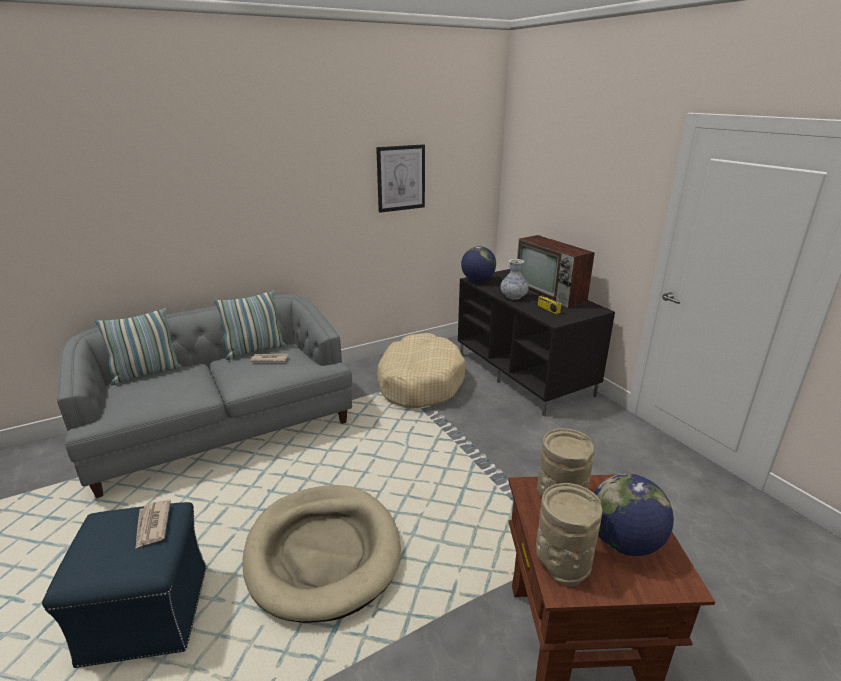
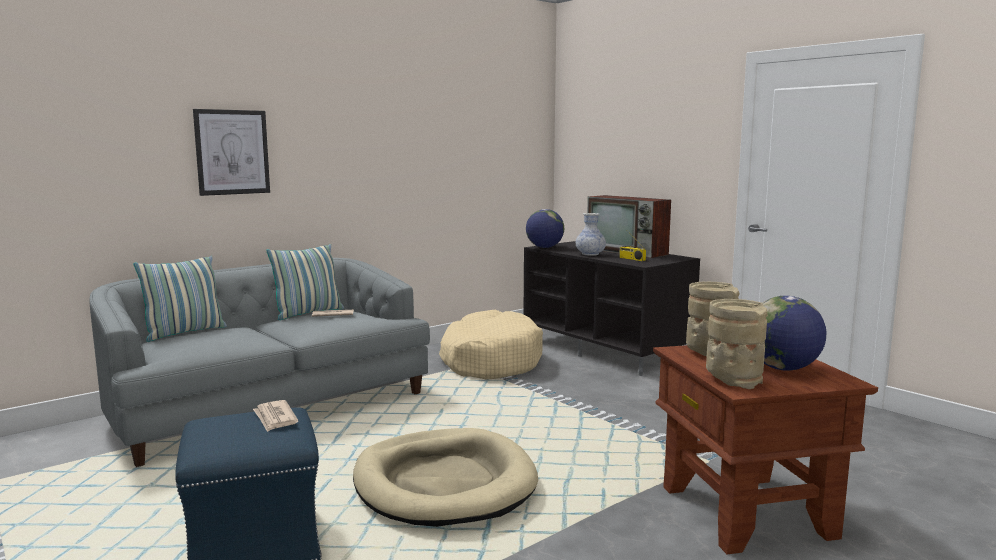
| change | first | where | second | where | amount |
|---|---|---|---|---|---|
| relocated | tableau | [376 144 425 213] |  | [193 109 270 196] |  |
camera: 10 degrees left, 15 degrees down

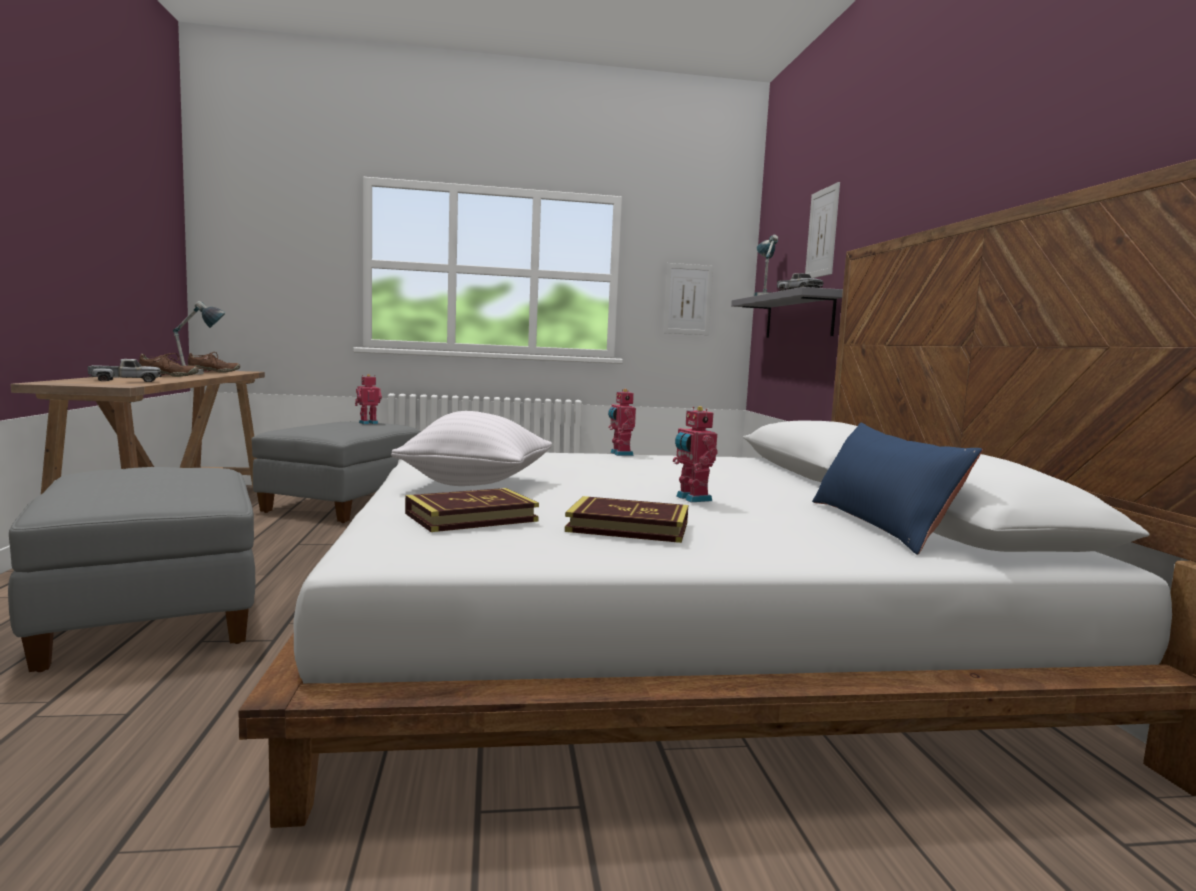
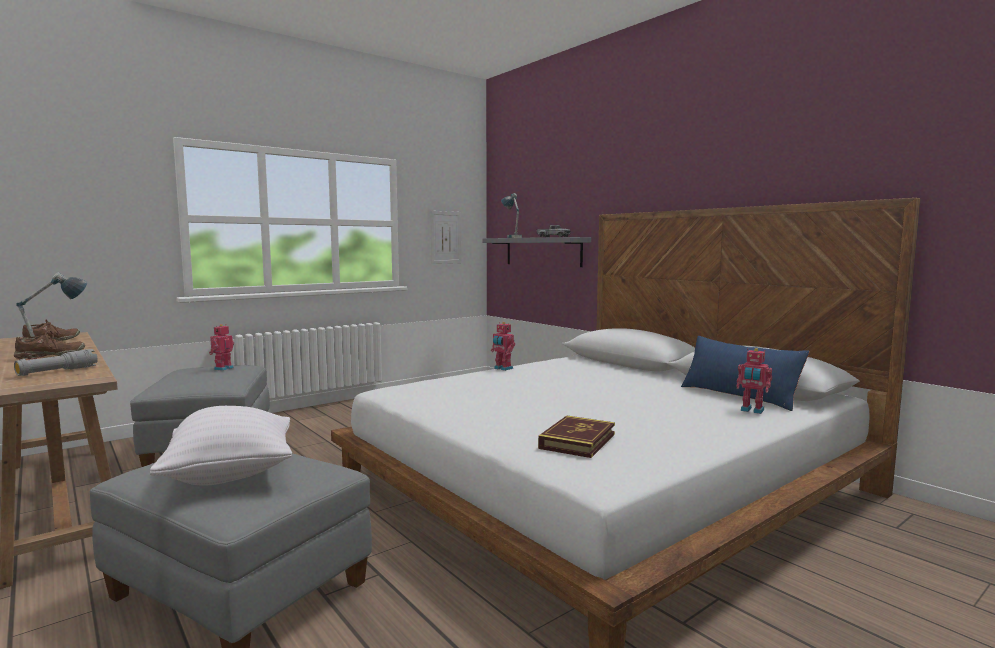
| change | first | where | second | where | amount |
|---|---|---|---|---|---|
| exchanged | camion jouet | [88 359 162 382] | lampe de poche (gris) | [14 349 98 376] |  |
| relocated | coussin (blanc) | [391 411 552 486] |  | [150 406 292 486] |  |
| relocated | robot jouet | [673 406 718 502] |  | [736 348 772 414] |  |
| missing | livre | [565 496 688 543] |  |  |  |
| missing | tableau | [805 182 840 278] |  |  |  |
camera: 30 degrees left, 0 degrees up

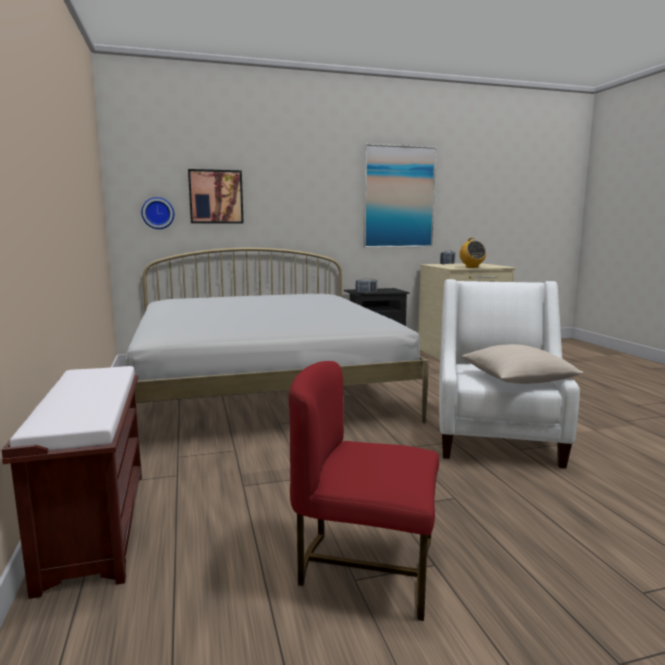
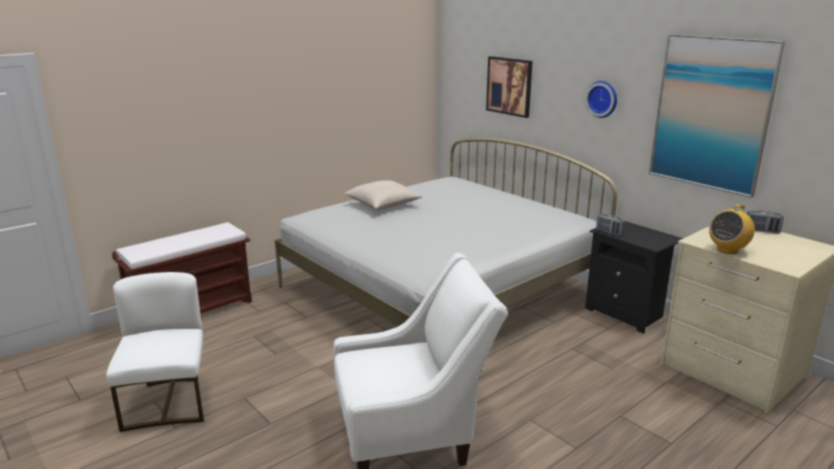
| change | first | where | second | where | amount |
|---|---|---|---|---|---|
| colour | chaise (rouge) | [289 361 439 621] | chaise (blanc) | [106 272 204 432] |  |
| relocated | coussin (beige) | [461 344 584 384] |  | [344 180 422 210] |  |
| relocated | horloge murale | [141 197 174 229] |  | [585 81 617 118] |  |
camera: 65 degrees right, 10 degrees up

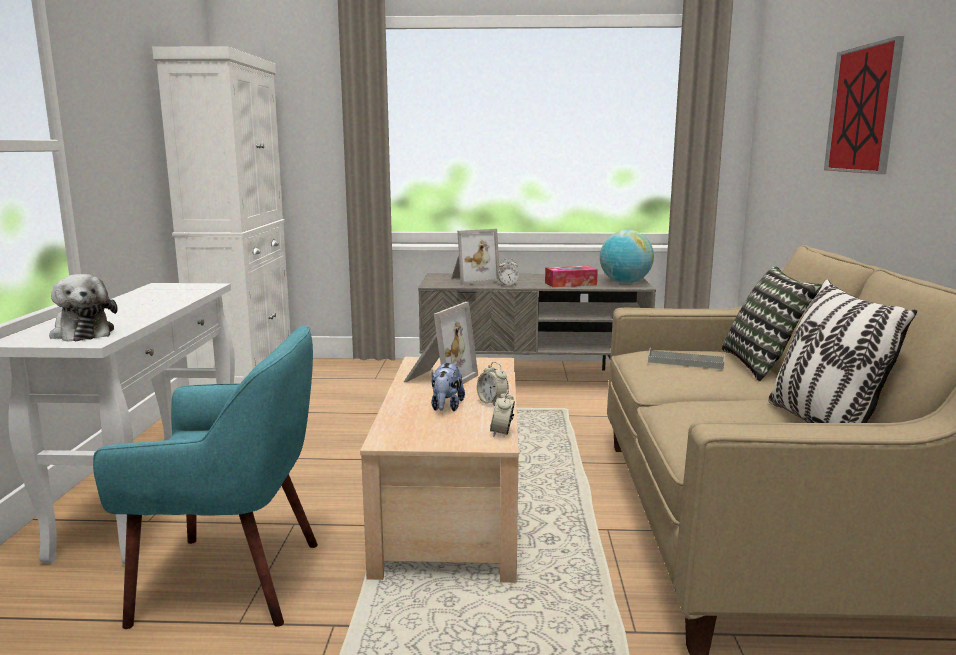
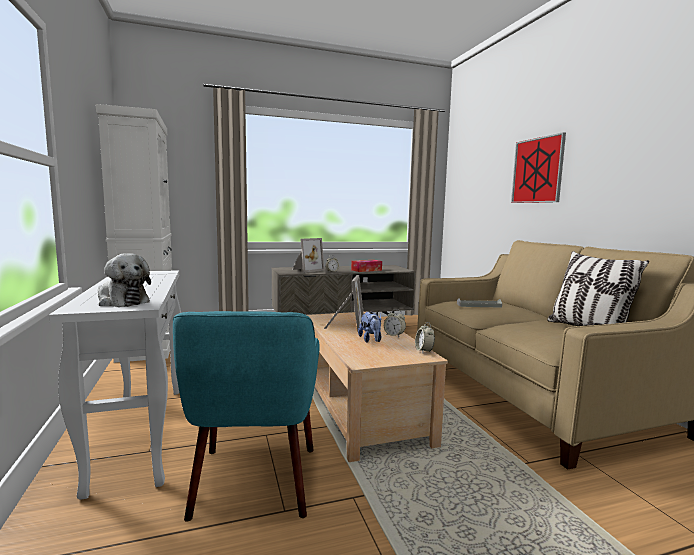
| change | first | where | second | where | amount |
|---|---|---|---|---|---|
| spun | fauteuil (turquoise) | [93 326 318 629] |  | [173 311 320 521] | 105 degrees clockwise |
| missing | globe | [600 230 654 283] |  |  |  |
| missing | coussin | [722 266 822 381] |  |  |  |
camera: 20 degrees left, 5 degrees down

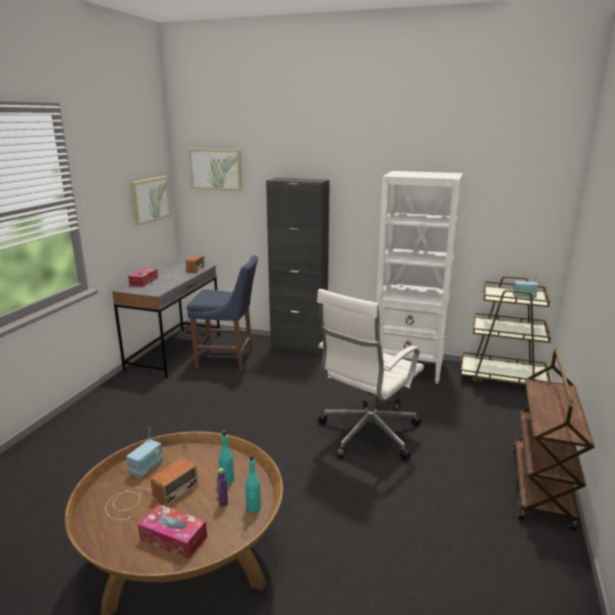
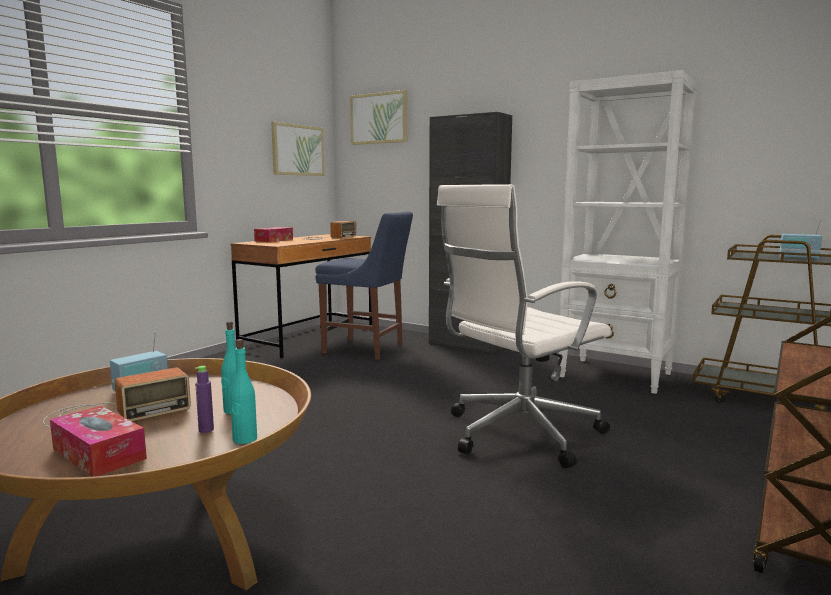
| change | first | where | second | where | amount |
|---|---|---|---|---|---|
| colour | bureau (gris) | [112 262 220 378] | bureau (marron) | [231 234 372 358] |  |
camera: 15 degrees right, 10 degrees down

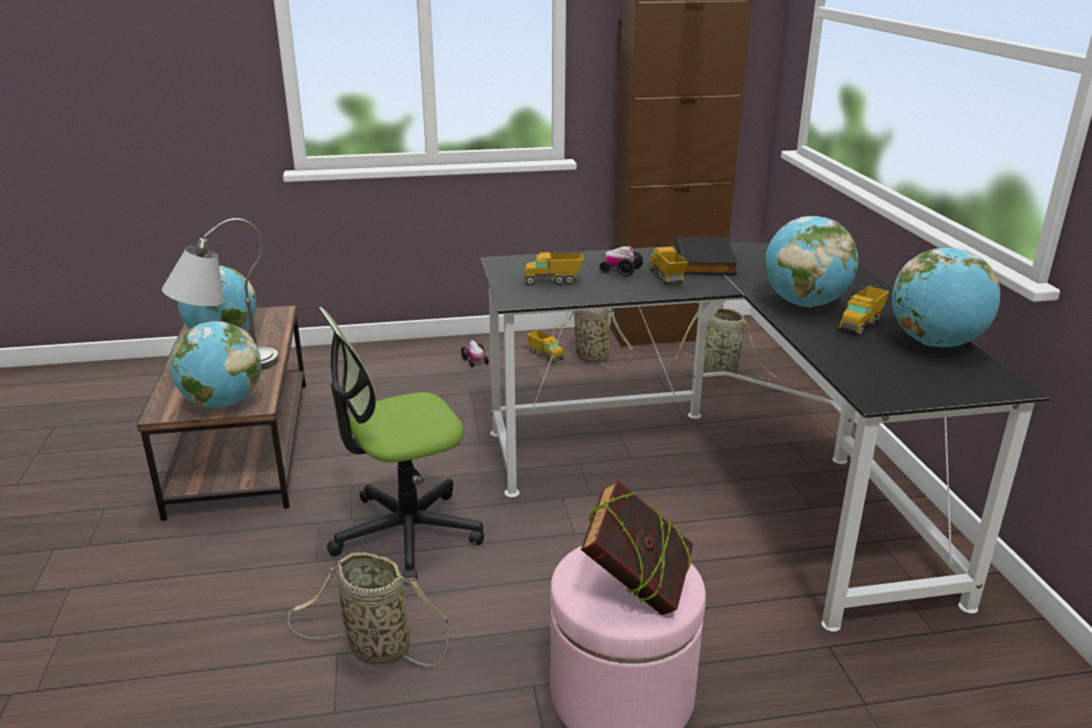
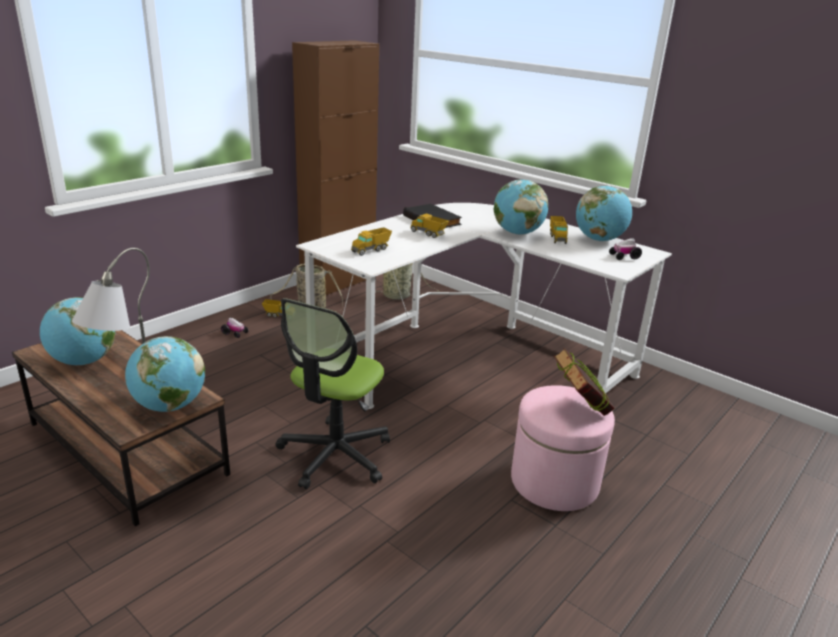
| change | first | where | second | where | amount |
|---|---|---|---|---|---|
| colour | bureau (noir) | [480 242 1049 632] | bureau (blanc) | [296 203 672 409] |  |
| relocated | petite voiture | [599 246 643 276] |  | [609 238 642 260] |  |
| missing | panier | [288 552 449 666] |  |  |  |
camera: 40 degrees left, 0 degrees up

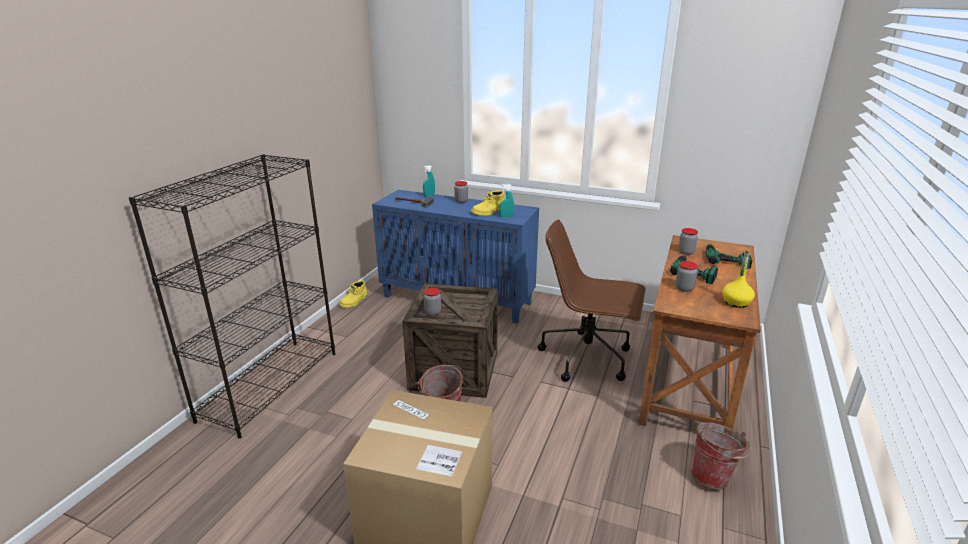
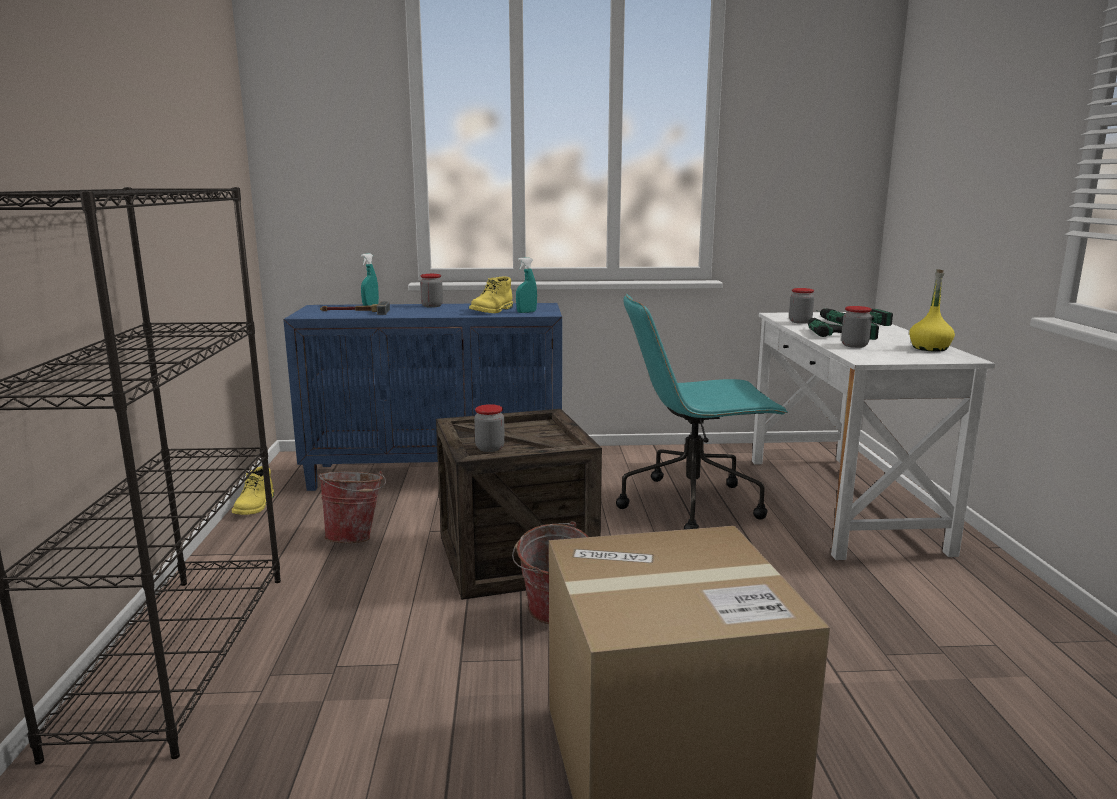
| change | first | where | second | where | amount |
|---|---|---|---|---|---|
| relocated | seau | [691 422 751 489] |  | [318 471 386 543] |  |
| colour | chaise de bureau (marron) | [538 219 646 382] | chaise de bureau (turquoise) | [616 294 788 530] |  |
| colour | bureau (marron) | [639 235 761 429] | bureau (blanc) | [752 312 995 560] |  |
camera: 25 degrees left, 10 degrees down

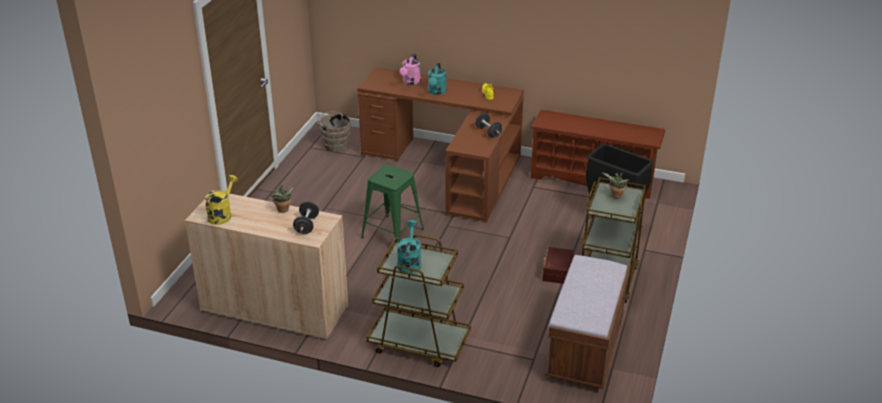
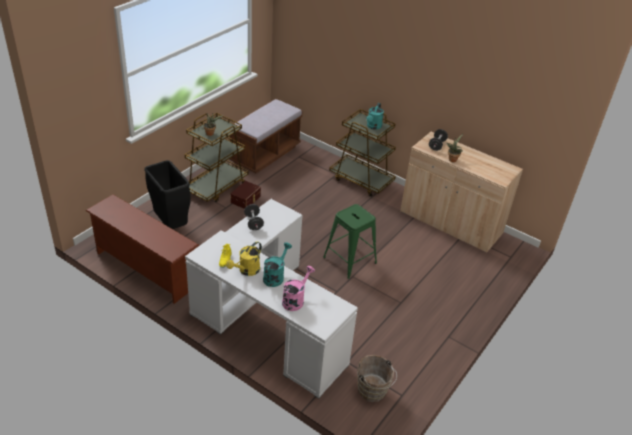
| change | first | where | second | where | amount |
|---|---|---|---|---|---|
| colour | bureau (marron) | [357 67 524 223] | bureau (blanc) | [185 199 358 399] |  |
| relocated | arrosoir (jaune) | [205 175 238 225] |  | [226 241 262 276] |  |
camera: 165 degrees left, 5 degrees up

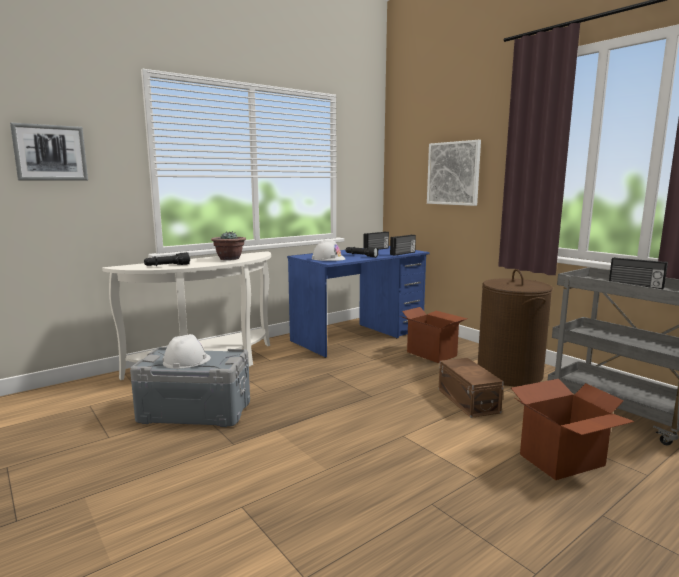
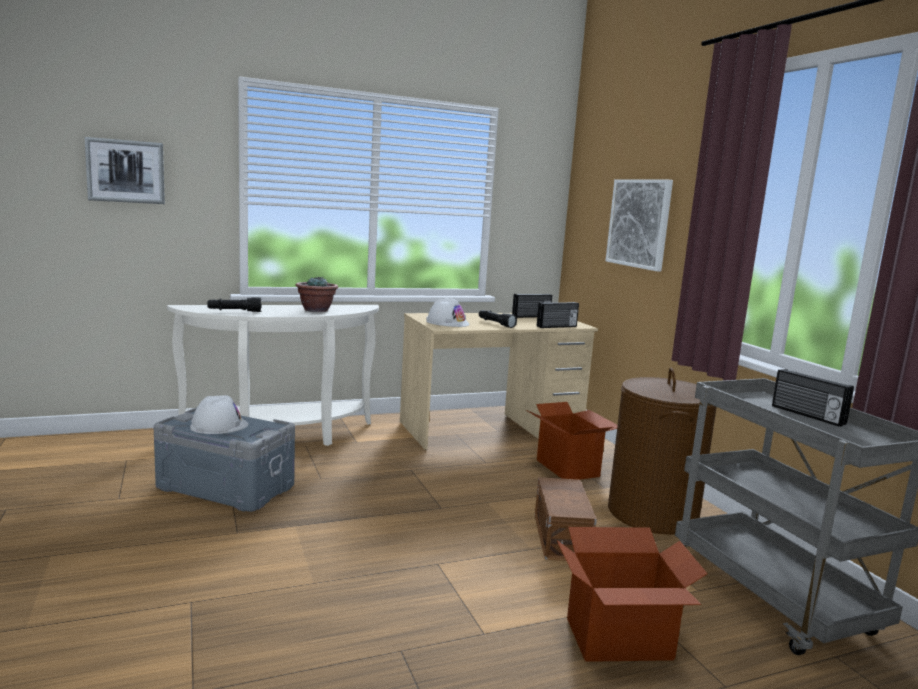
| change | first | where | second | where | amount |
|---|---|---|---|---|---|
| colour | bureau (bleu) | [287 246 430 358] | bureau (beige) | [400 313 598 450] |  |
camera: 15 degrees right, 0 degrees up

